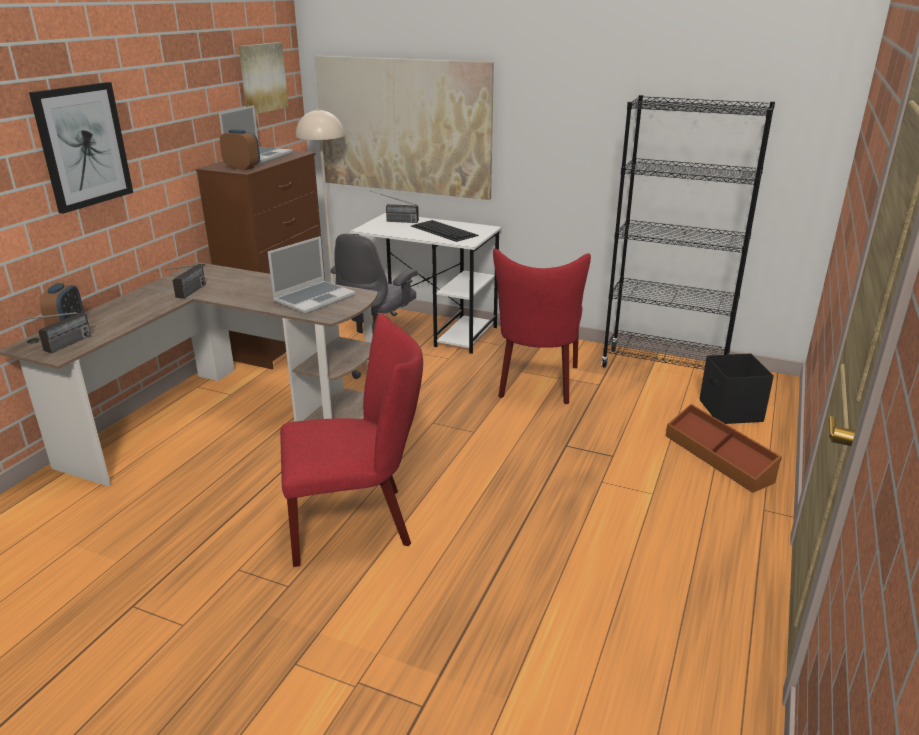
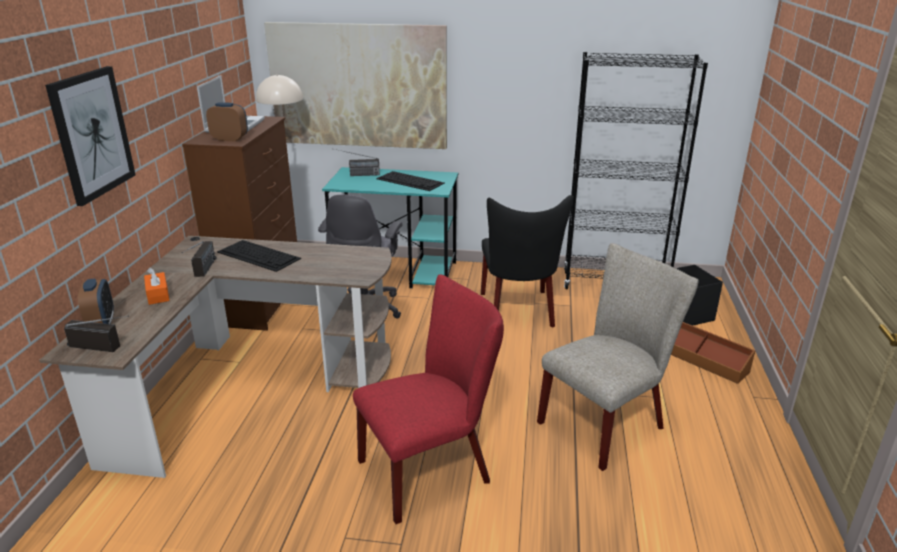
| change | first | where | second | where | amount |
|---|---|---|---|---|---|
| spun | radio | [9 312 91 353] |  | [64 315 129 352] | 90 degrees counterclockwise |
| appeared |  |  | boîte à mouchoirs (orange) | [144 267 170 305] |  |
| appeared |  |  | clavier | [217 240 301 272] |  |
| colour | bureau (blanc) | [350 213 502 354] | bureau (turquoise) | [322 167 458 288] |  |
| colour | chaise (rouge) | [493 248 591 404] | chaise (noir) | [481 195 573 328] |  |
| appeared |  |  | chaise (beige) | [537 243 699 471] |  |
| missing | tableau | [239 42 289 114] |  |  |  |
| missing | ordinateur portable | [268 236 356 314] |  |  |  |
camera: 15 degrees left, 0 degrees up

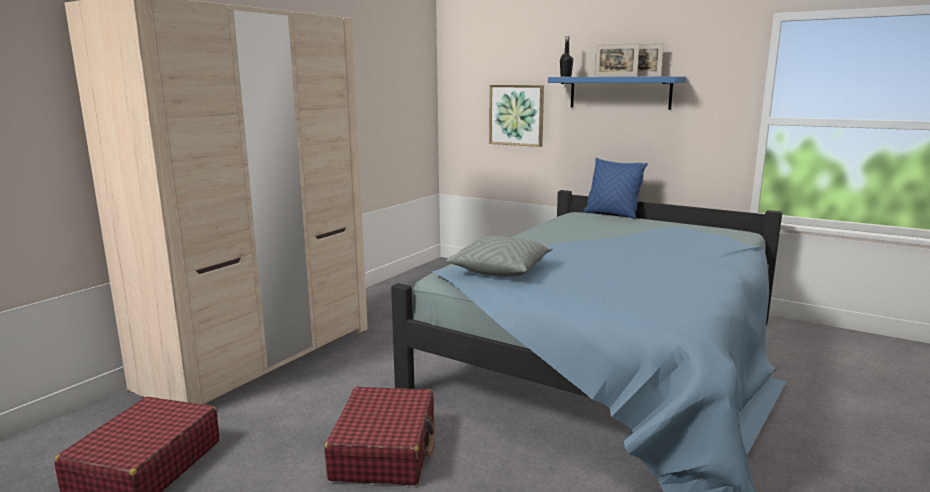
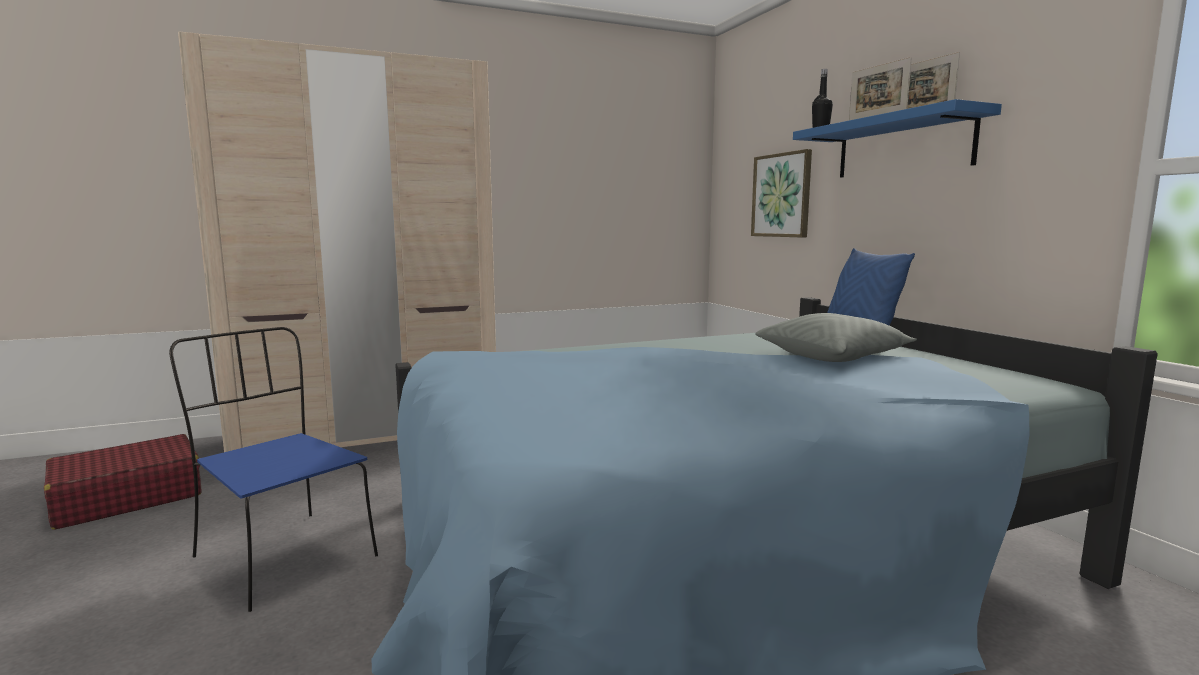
| change | first | where | second | where | amount |
|---|---|---|---|---|---|
| exchanged | valise (rouge) | [325 387 435 485] | chaise (bleu) | [169 327 378 612] |  |
| relocated | coussin (gris) | [446 236 553 277] |  | [755 313 917 362] |  |
camera: 35 degrees right, 5 degrees down

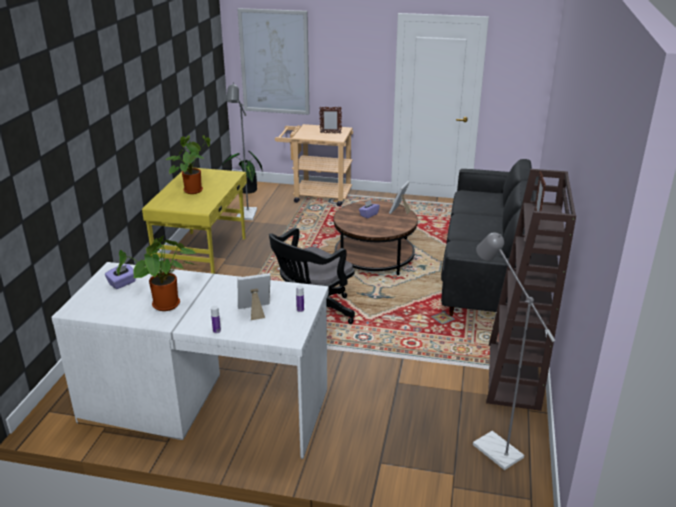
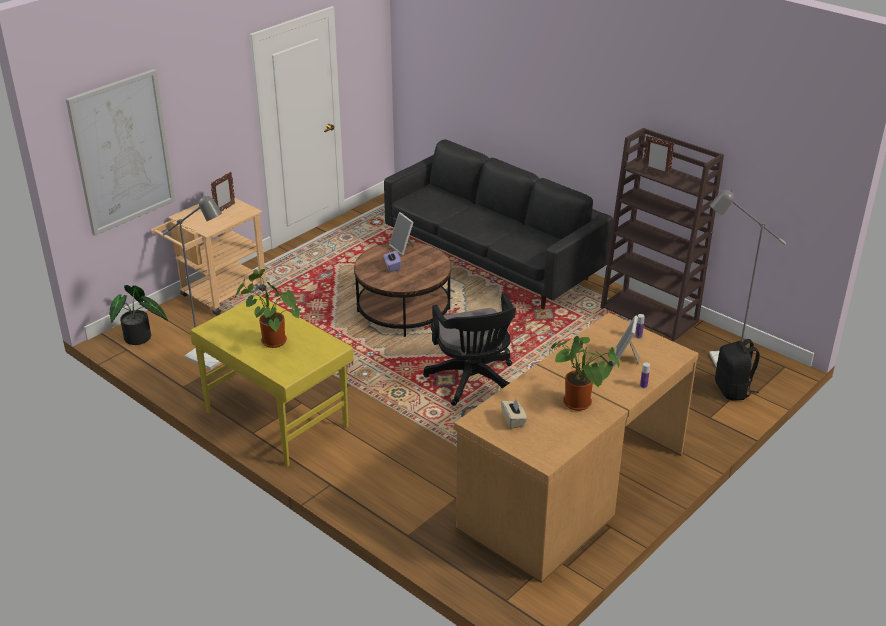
| change | first | where | second | where | amount |
|---|---|---|---|---|---|
| colour | bureau (blanc) | [51 262 329 459] | bureau (marron) | [454 313 699 583] |  |
| colour | boîte à mouchoirs (violet) | [105 264 136 289] | boîte à mouchoirs (beige) | [501 399 527 429] |  |
| appeared |  |  | sac à dos (noir) | [715 339 760 401] |  |
camera: 60 degrees left, 5 degrees up

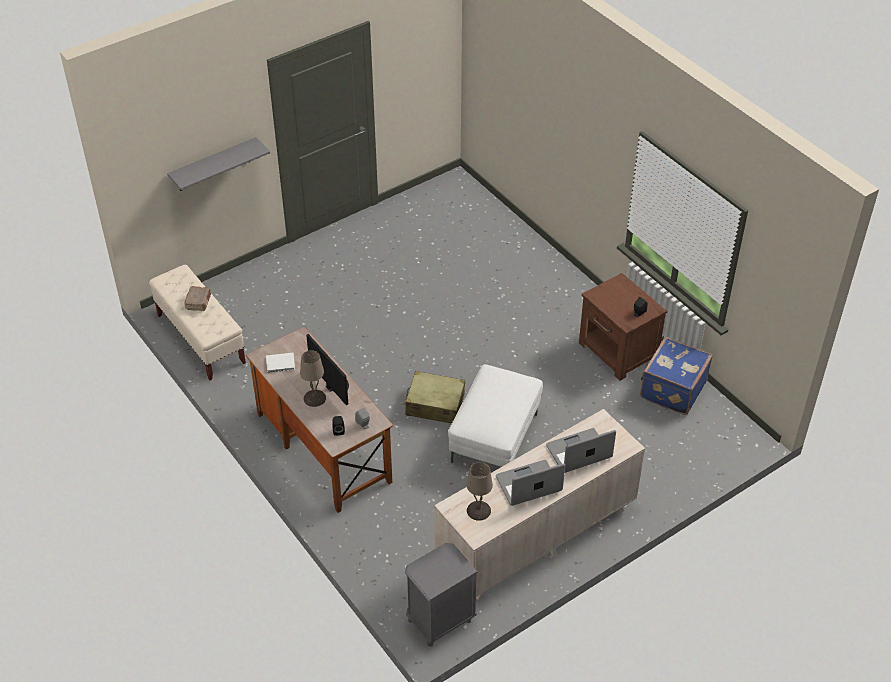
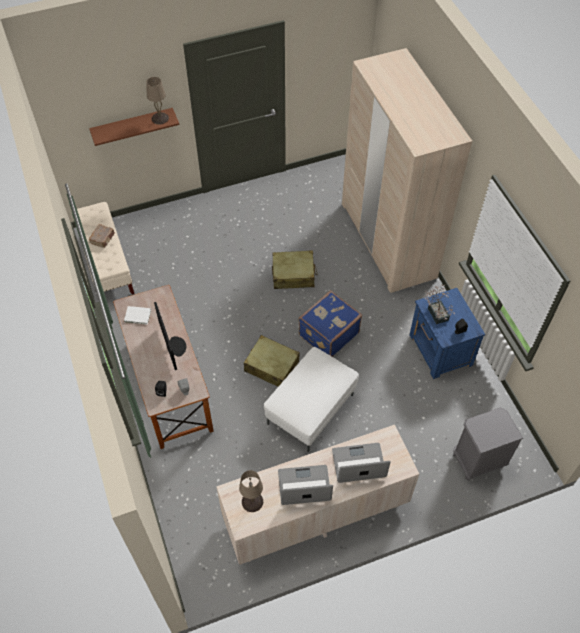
| change | first | where | second | where | amount |
|---|---|---|---|---|---|
| colour | étagère (gris) | [167 137 270 191] | étagère (marron) | [89 108 179 146] |  |
| relocated | lampe de table (beige) | [300 350 326 407] |  | [146 77 169 125] |  |
| appeared |  |  | valise (beige) | [272 250 317 289] |  |
| relocated | valise (bleu) | [640 336 713 415] |  | [299 290 362 357] |  |
| appeared |  |  | armoire (beige) | [342 48 472 293] |  |
| colour | table de chevet (marron) | [579 273 667 381] | table de chevet (bleu) | [409 288 485 379] |  |
| appeared |  |  | plante en pot | [425 284 455 324] |  |
| relocated | table de chevet (gris) | [405 543 478 647] |  | [453 407 523 480] |  |
camera: 15 degrees right, 10 degrees up

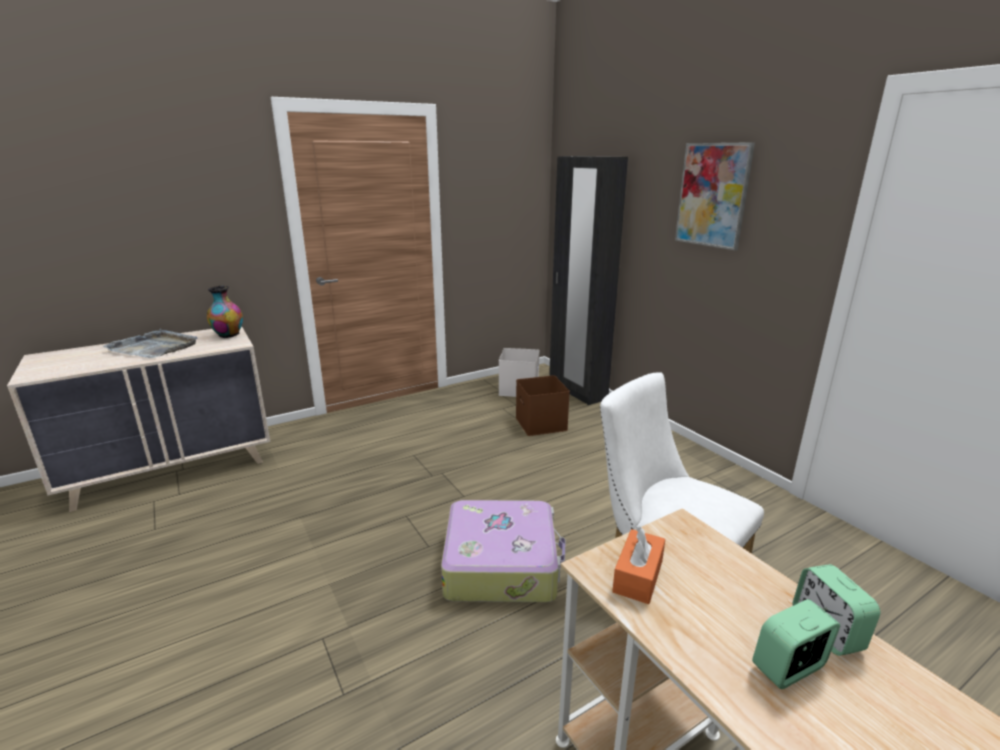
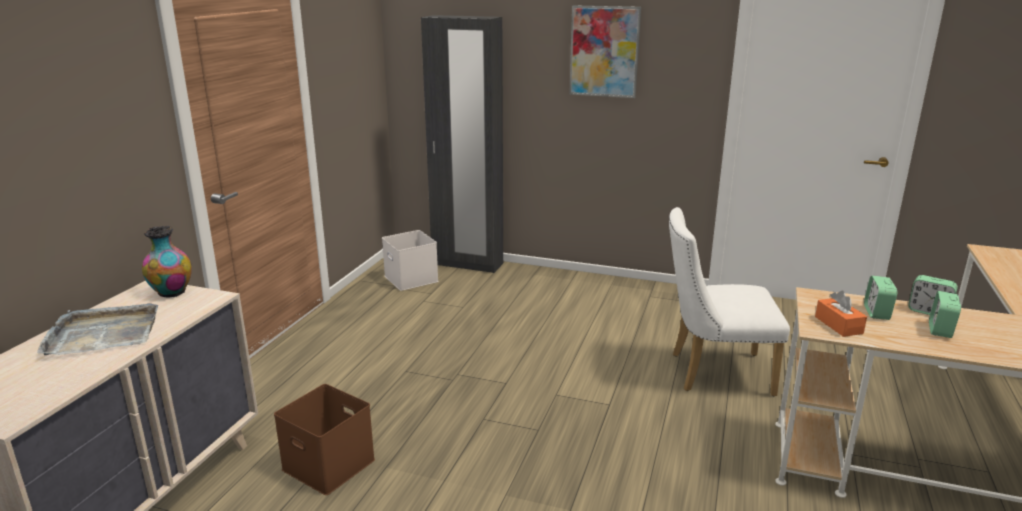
| change | first | where | second | where | amount |
|---|---|---|---|---|---|
| relocated | boîte de rangement (marron) | [516 375 570 436] |  | [274 384 375 495] |  |
| appeared |  |  | réveil | [864 276 897 320] |  |
| missing | valise | [441 500 565 602] |  |  |  |
camera: 40 degrees left, 0 degrees up

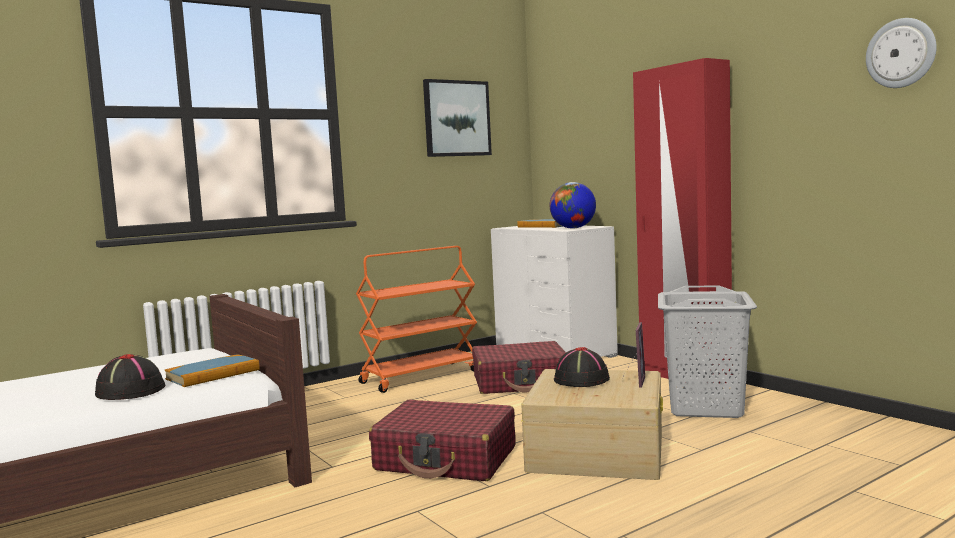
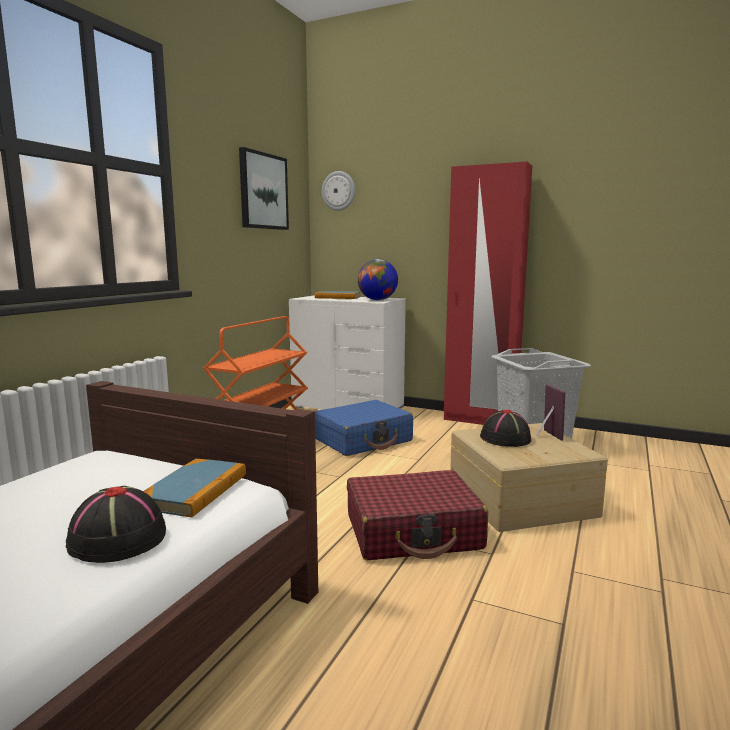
| change | first | where | second | where | amount |
|---|---|---|---|---|---|
| colour | valise (rouge) | [472 341 566 394] | valise (bleu) | [315 400 413 456] |  |
| relocated | horloge murale | [866 18 937 88] |  | [322 171 355 211] |  |
camera: 30 degrees left, 5 degrees up

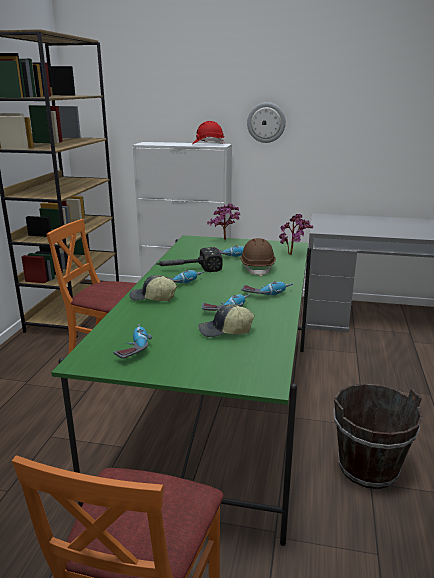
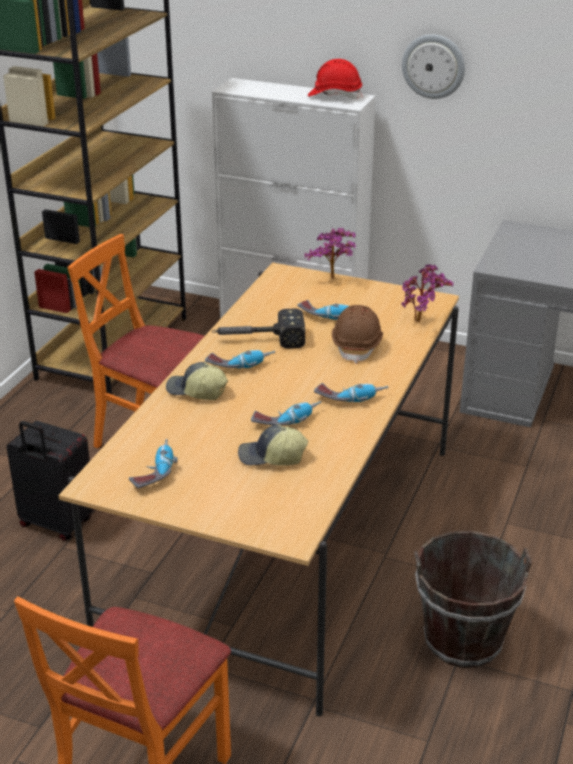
| change | first | where | second | where | amount |
|---|---|---|---|---|---|
| appeared |  |  | valise (noir) | [6 421 95 541] |  |
| colour | table à manger (vert) | [51 235 311 546] | table à manger (beige) | [59 262 459 716] |  |
camera: 10 degrees right, 10 degrees up

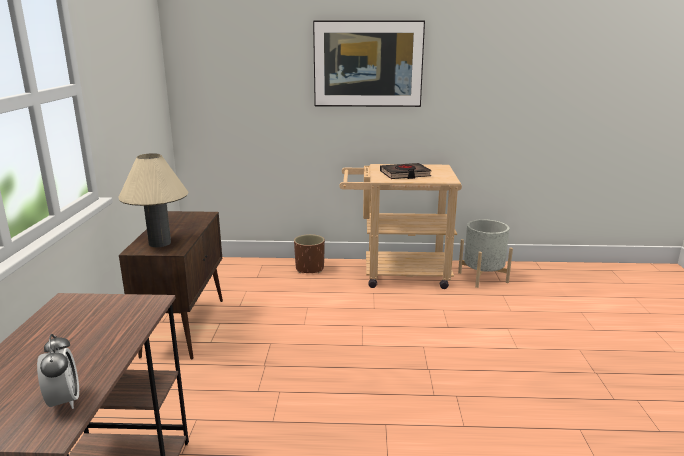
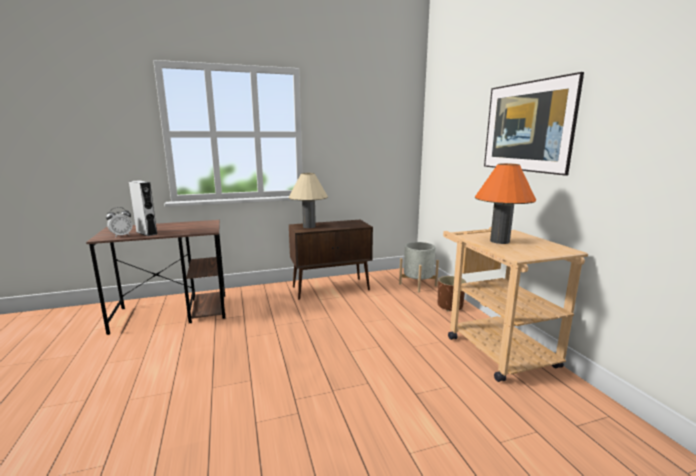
| change | first | where | second | where | amount |
|---|---|---|---|---|---|
| appeared |  |  | enceinte (gris) | [129 180 157 236] |  |
| relocated | cache-pot (gris) | [458 219 513 288] |  | [399 242 439 292] |  |
| exchanged | livre (noir) | [380 163 431 179] | lampe de table (orange) | [475 163 536 244] |  |
camera: 70 degrees right, 5 degrees down

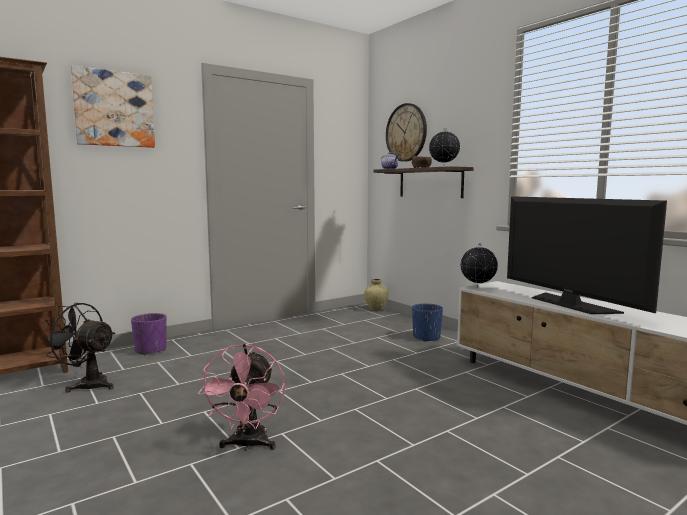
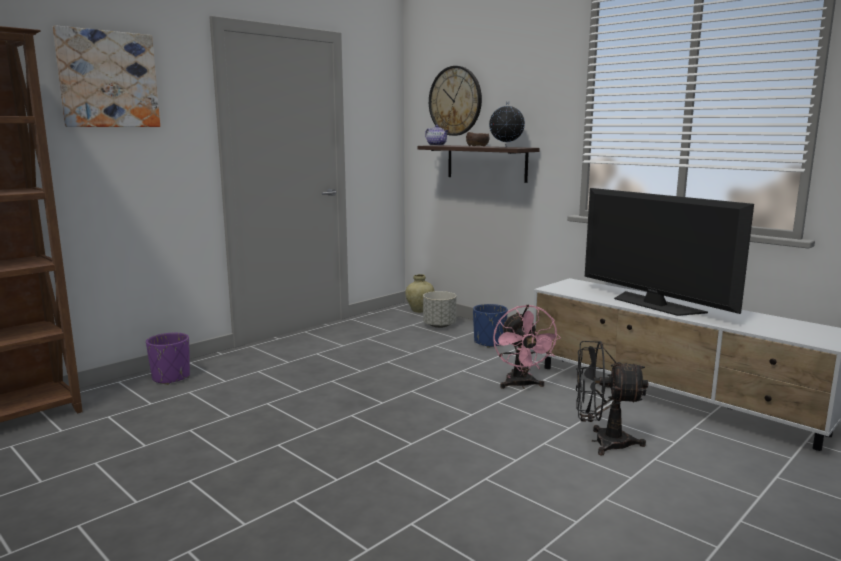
| change | first | where | second | where | amount |
|---|---|---|---|---|---|
| appeared |  |  | cache-pot (gris) | [423 291 456 328] |  |
| relocated | ventilateur (rose) | [198 344 285 451] |  | [493 305 561 389] |  |
| relocated | ventilateur (noir) | [40 303 115 393] |  | [576 341 648 455] |  |
| missing | globe | [460 243 498 288] |  |  |  |
camera: 10 degrees left, 5 degrees up

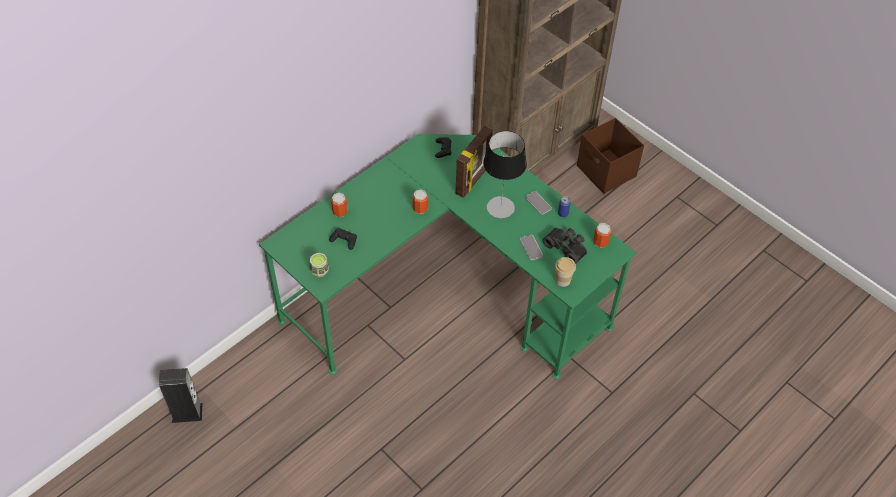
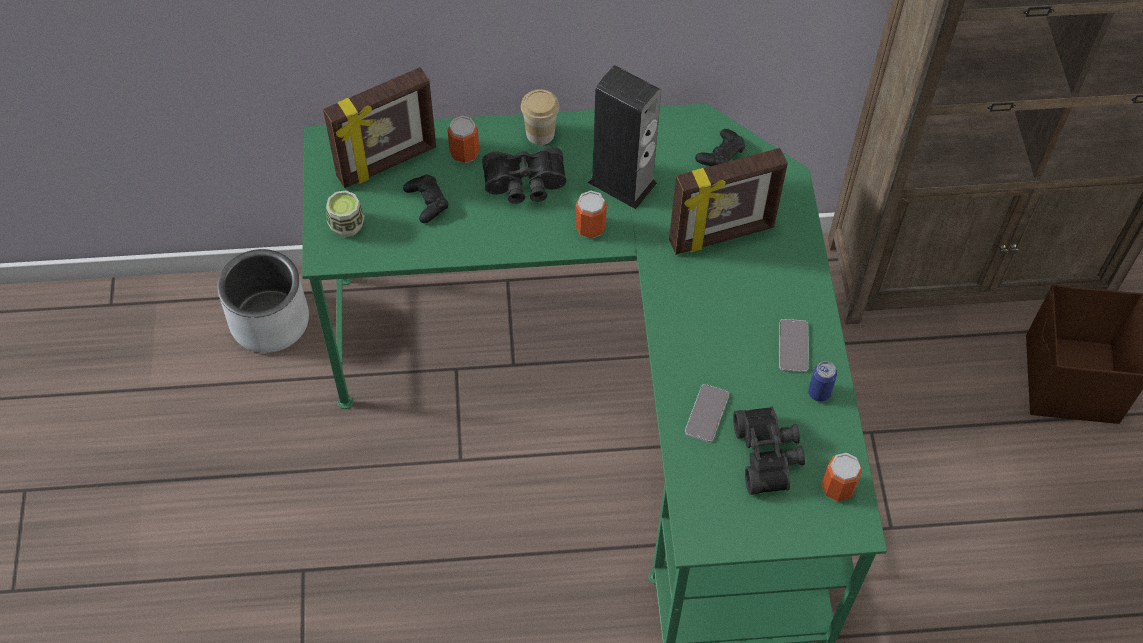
| change | first | where | second | where | amount |
|---|---|---|---|---|---|
| appeared |  |  | cache-pot (gris) | [217 249 309 353] |  |
| appeared |  |  | cadre photo | [323 67 436 188] |  |
| appeared |  |  | jumelles (noir) | [482 147 566 204] |  |
| relocated | tasse | [555 257 576 287] |  | [521 89 559 145] |  |
| relocated | enceinte | [159 368 203 423] |  | [588 65 661 209] |  |
| missing | lampe de table | [483 131 527 218] |  |  |  |
camera: 40 degrees right, 5 degrees up

